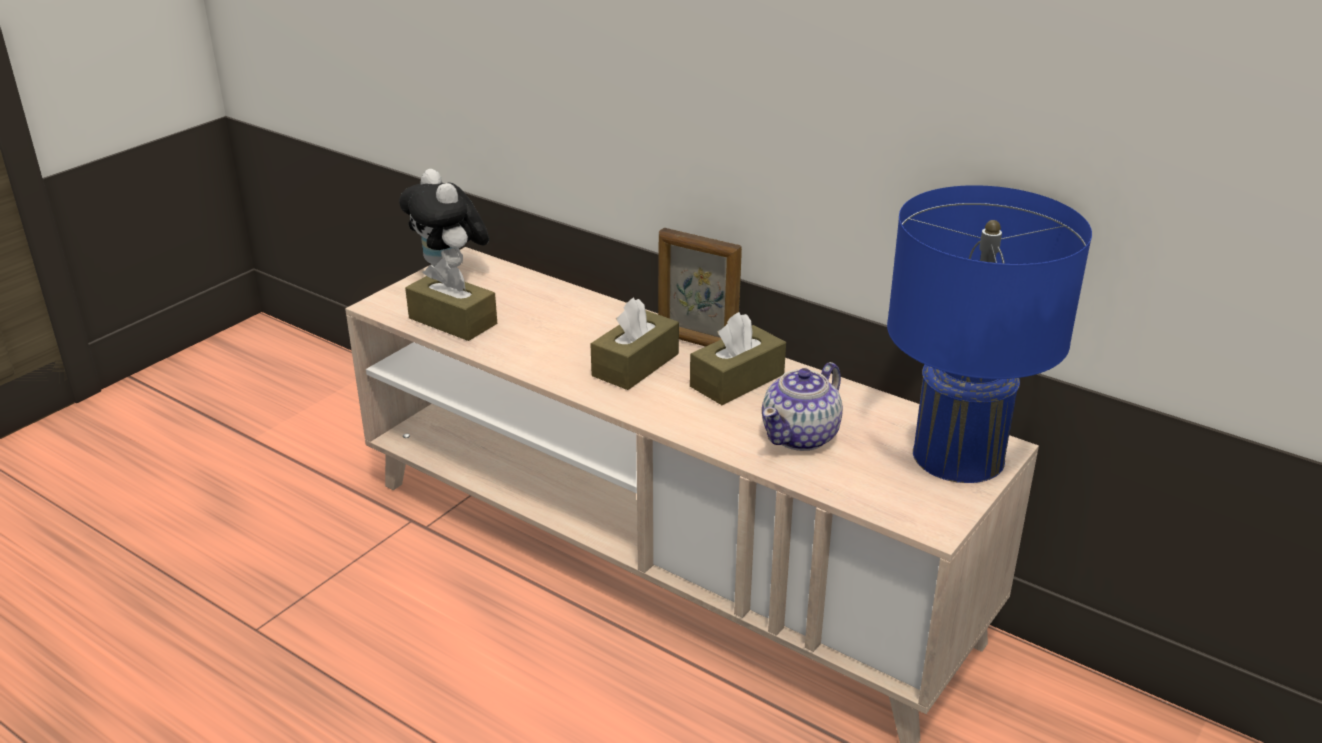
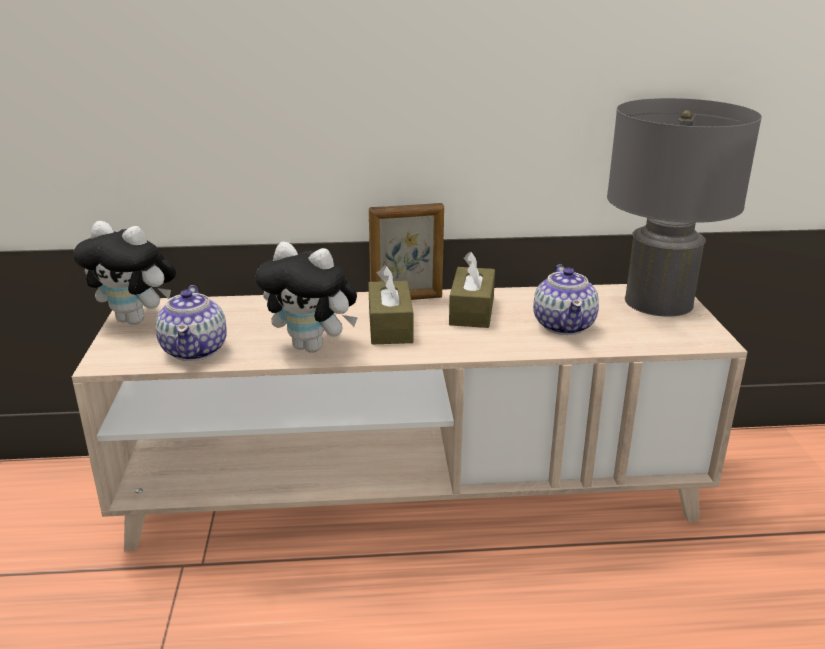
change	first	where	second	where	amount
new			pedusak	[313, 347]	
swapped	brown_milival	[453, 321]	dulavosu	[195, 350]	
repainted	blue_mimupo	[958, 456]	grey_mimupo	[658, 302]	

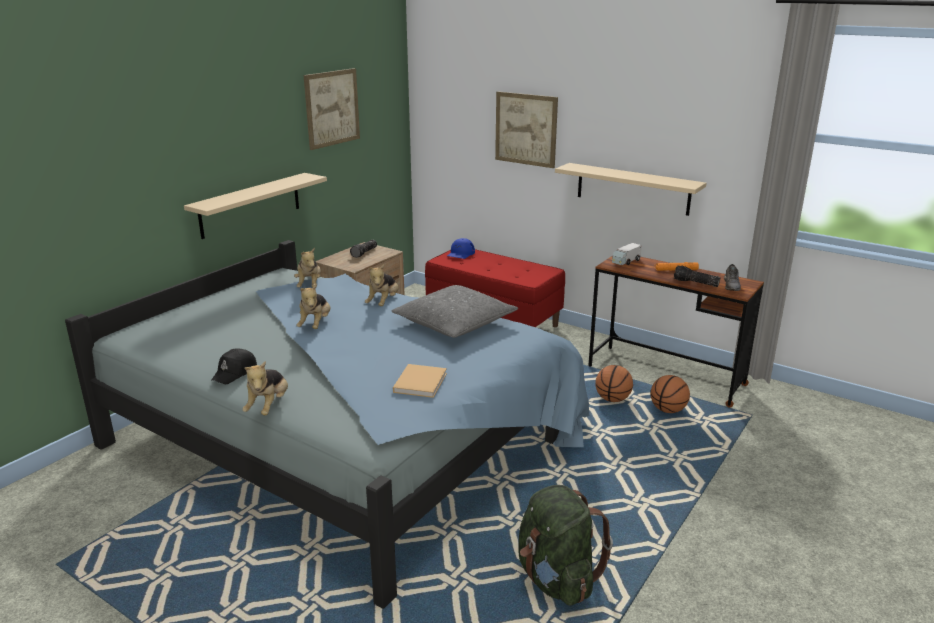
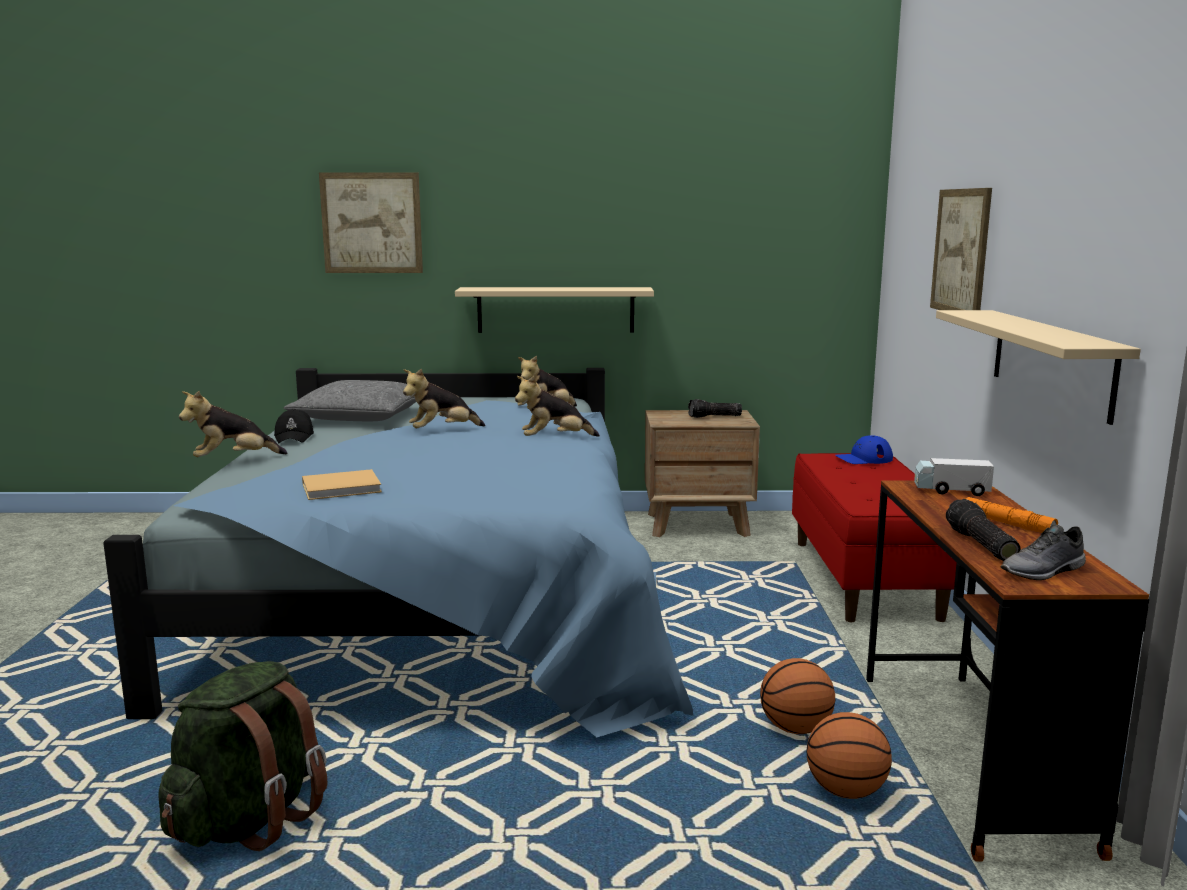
change	first	where	second	where	amount
shifted	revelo	[332, 108]		[371, 223]	
shifted	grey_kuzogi	[454, 323]		[360, 417]	
rotated	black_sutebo	[235, 372]		[295, 437]	90 degrees counterclockwise

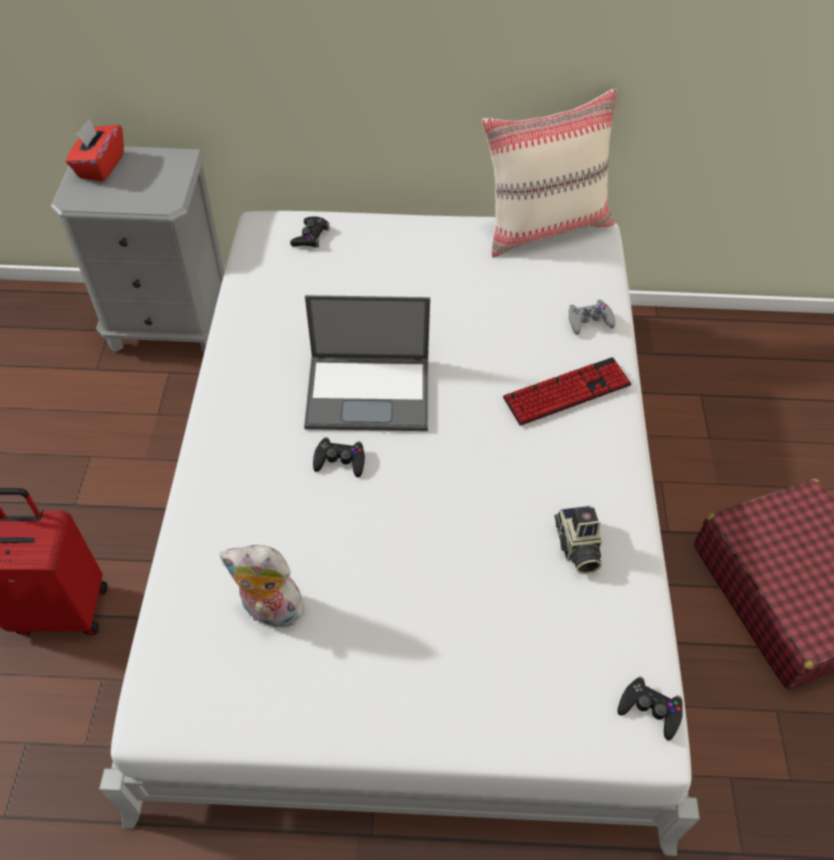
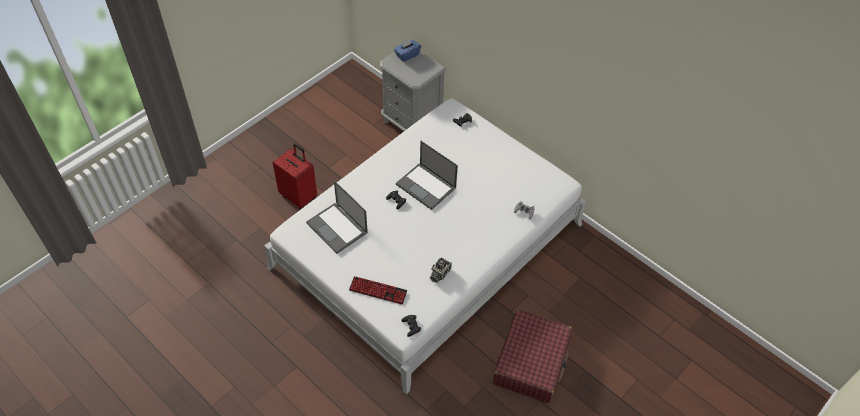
change	first	where	second	where	amount
gone	beige_kuzogi	[544, 227]			
shifted	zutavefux	[567, 392]		[378, 291]	
swapped	pedusak	[270, 611]	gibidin	[337, 228]	
repainted	red_milival	[100, 166]	blue_milival	[407, 55]	

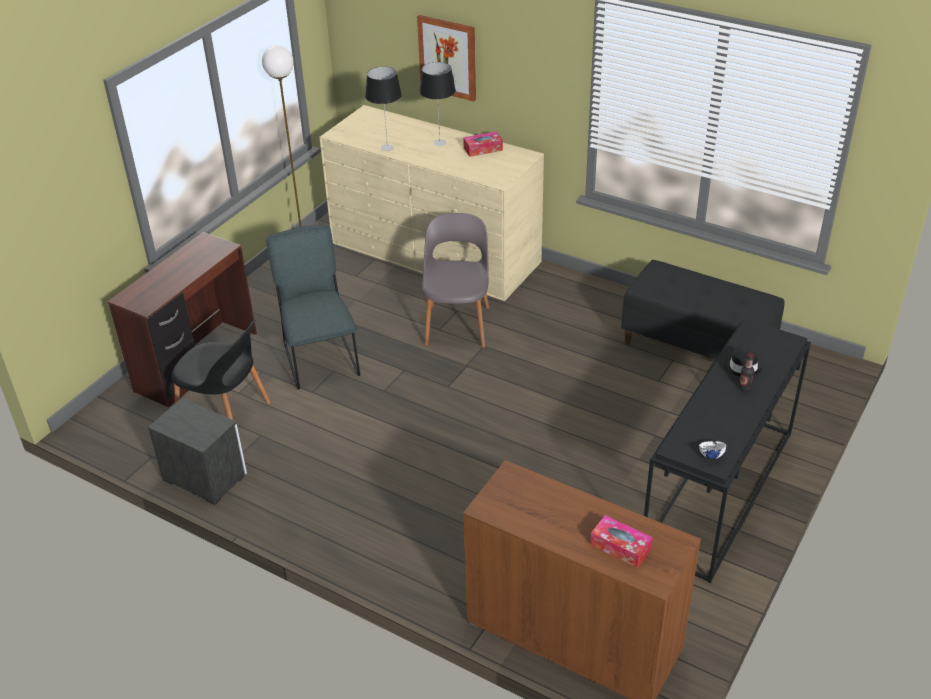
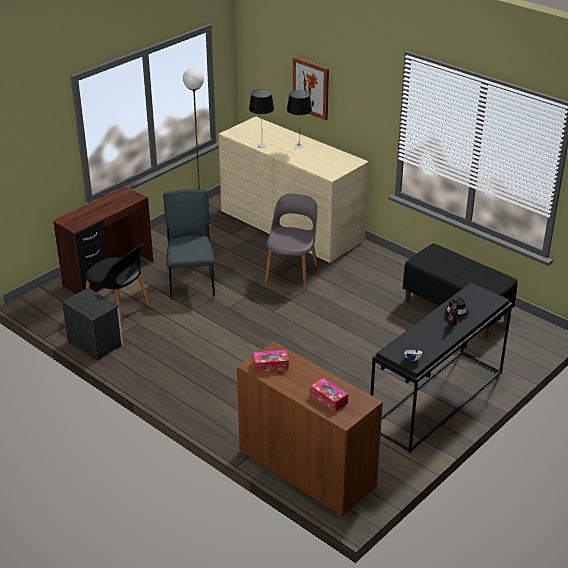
change	first	where	second	where	amount
shifted	milival	[483, 149]		[271, 365]	

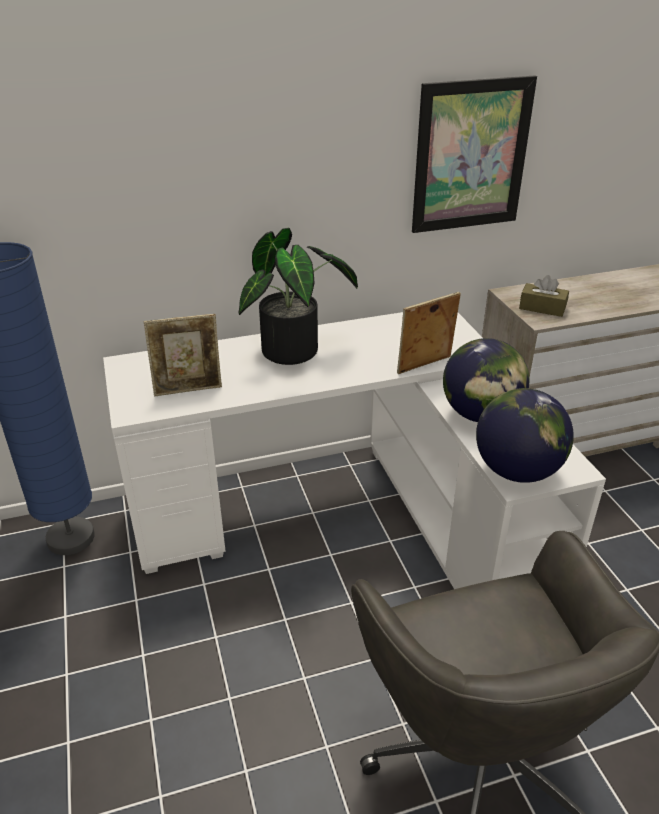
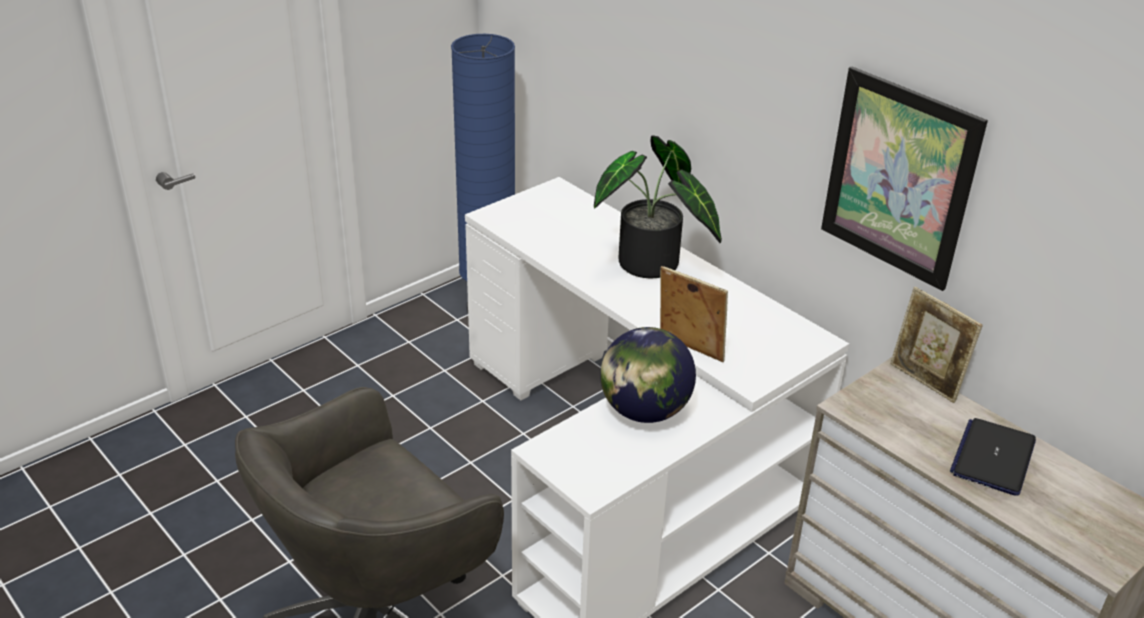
change	first	where	second	where	amount
gone	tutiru	[517, 470]			
gone	brown_milival	[542, 308]			
new			gibidin	[993, 457]	
shifted	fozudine	[188, 389]		[925, 382]	

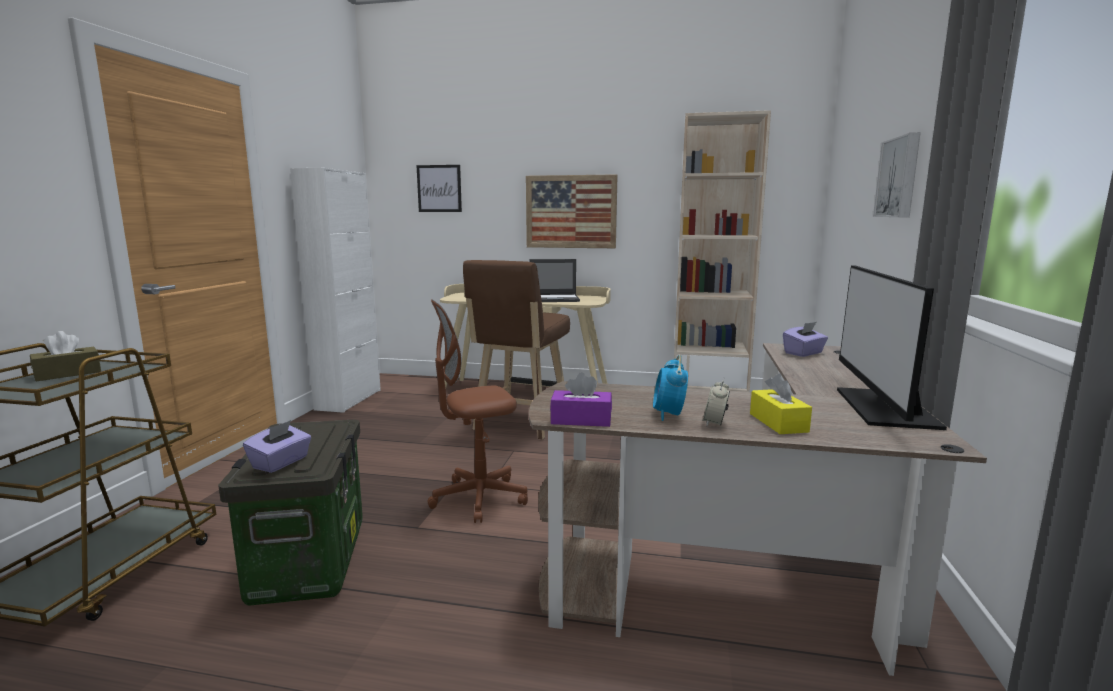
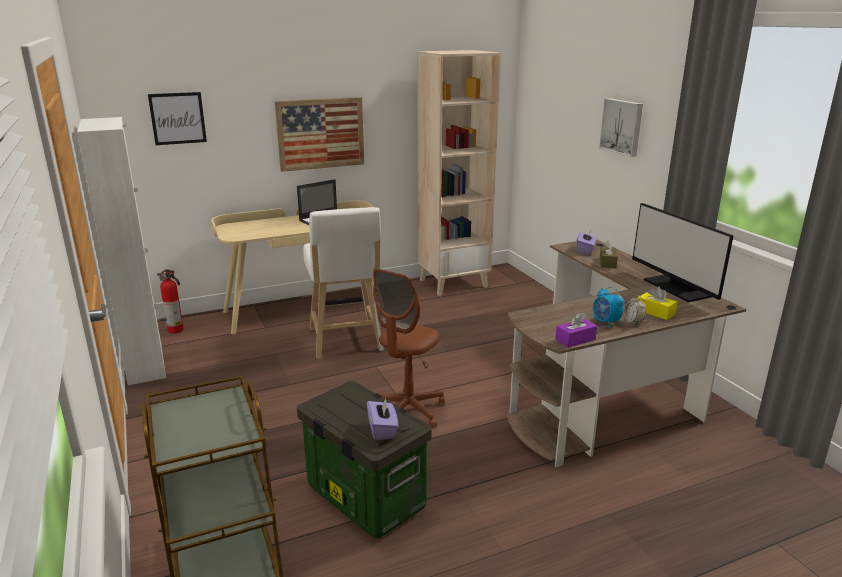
change	first	where	second	where	amount
new			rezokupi	[176, 330]	
shifted	brown_milival	[68, 374]		[607, 263]	
repainted	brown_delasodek	[519, 424]	white_delasodek	[346, 342]	

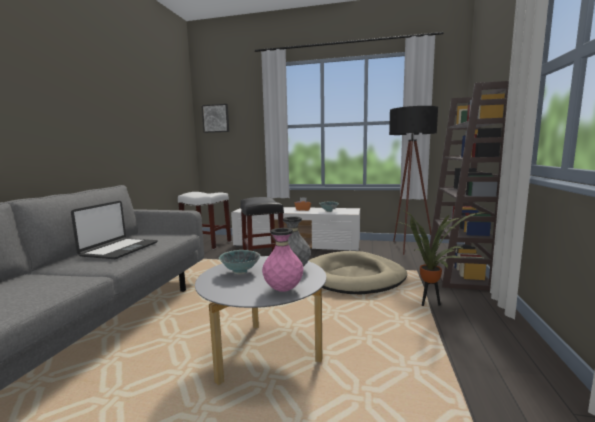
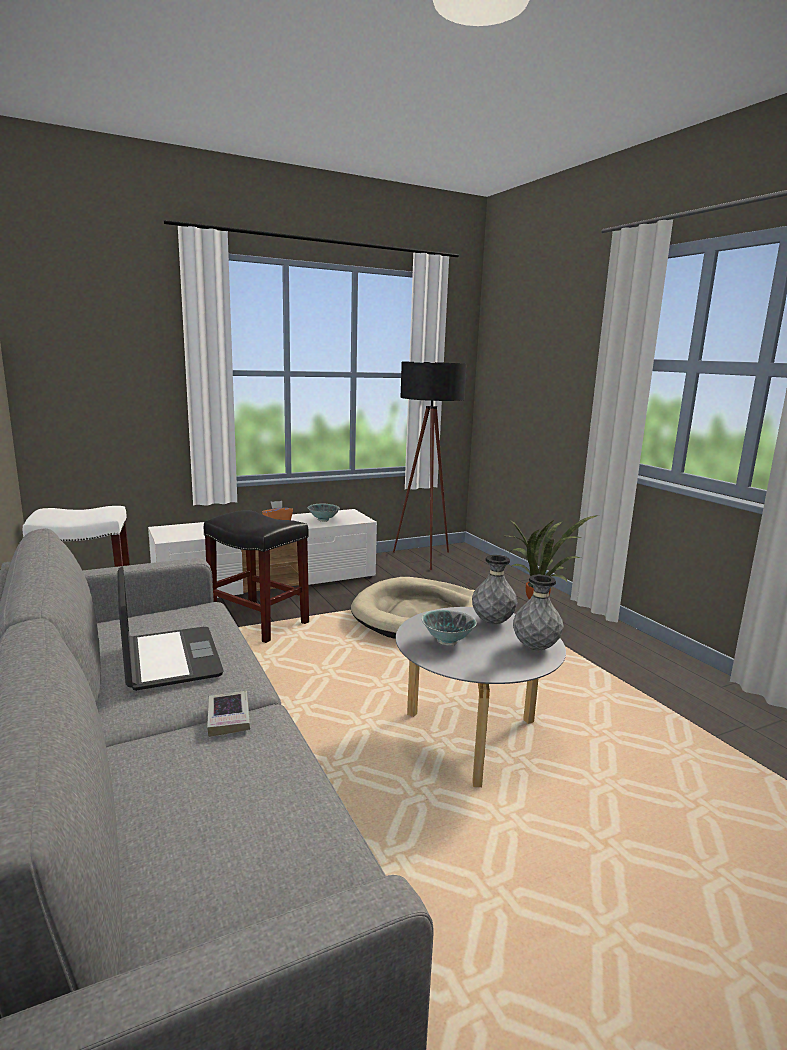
change	first	where	second	where	amount
gone	revelo	[216, 118]			
gone	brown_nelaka	[458, 272]			
new			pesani	[229, 717]	
repainted	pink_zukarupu	[283, 290]	grey_zukarupu	[535, 648]	

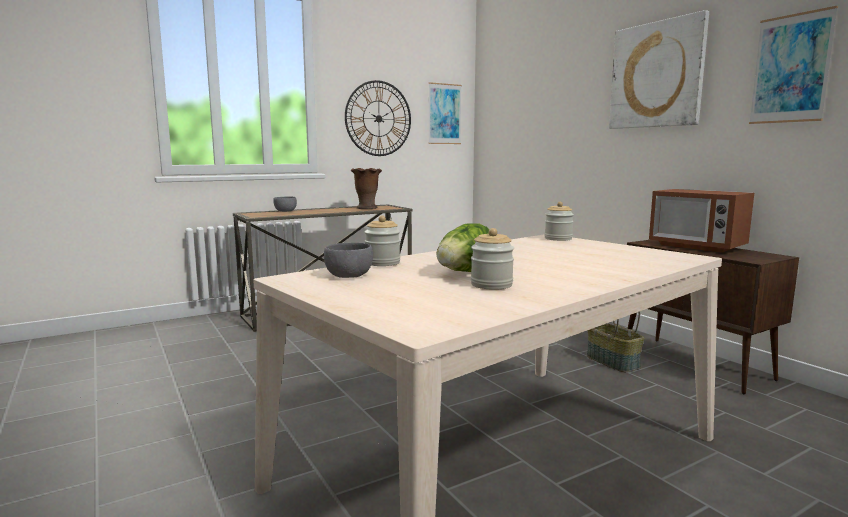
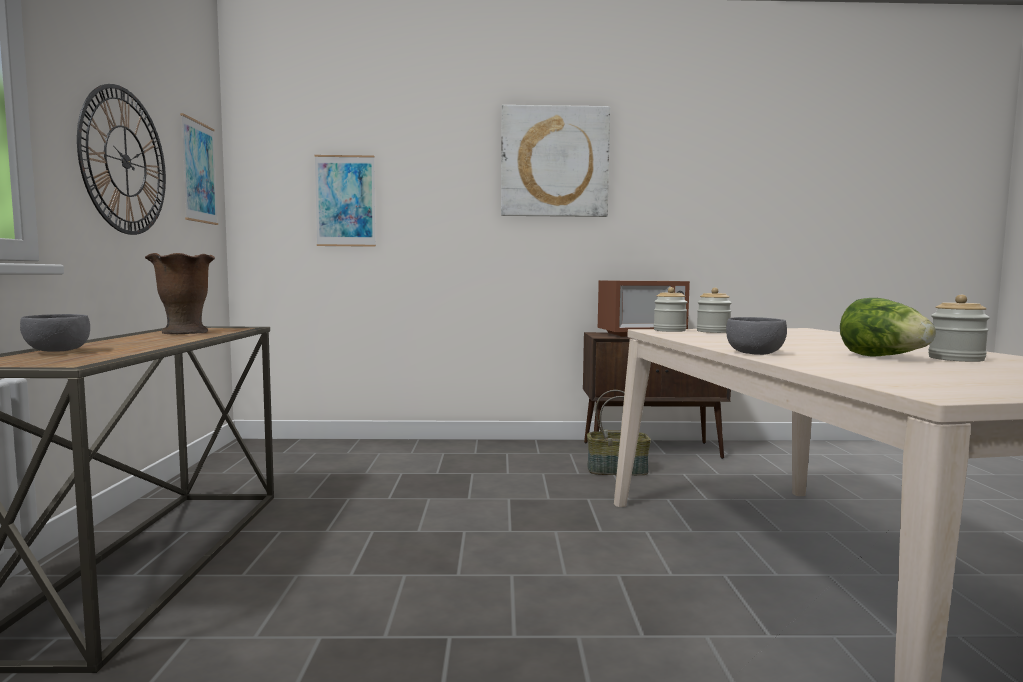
change	first	where	second	where	amount
shifted	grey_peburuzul	[348, 275]		[755, 353]	
shifted	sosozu	[382, 263]		[713, 331]	
shifted	revelo	[791, 69]		[345, 201]	

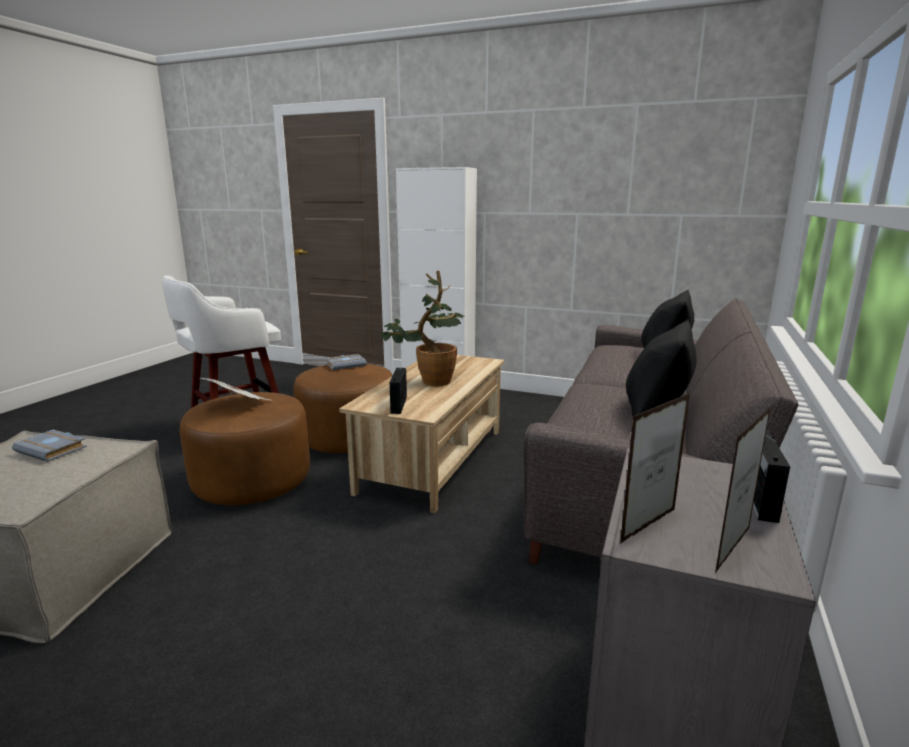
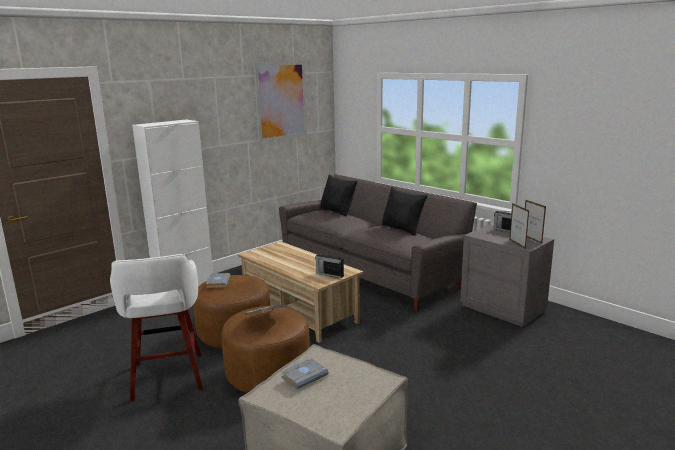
change	first	where	second	where	amount
gone	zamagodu	[429, 382]			
new			revelo	[281, 101]	

